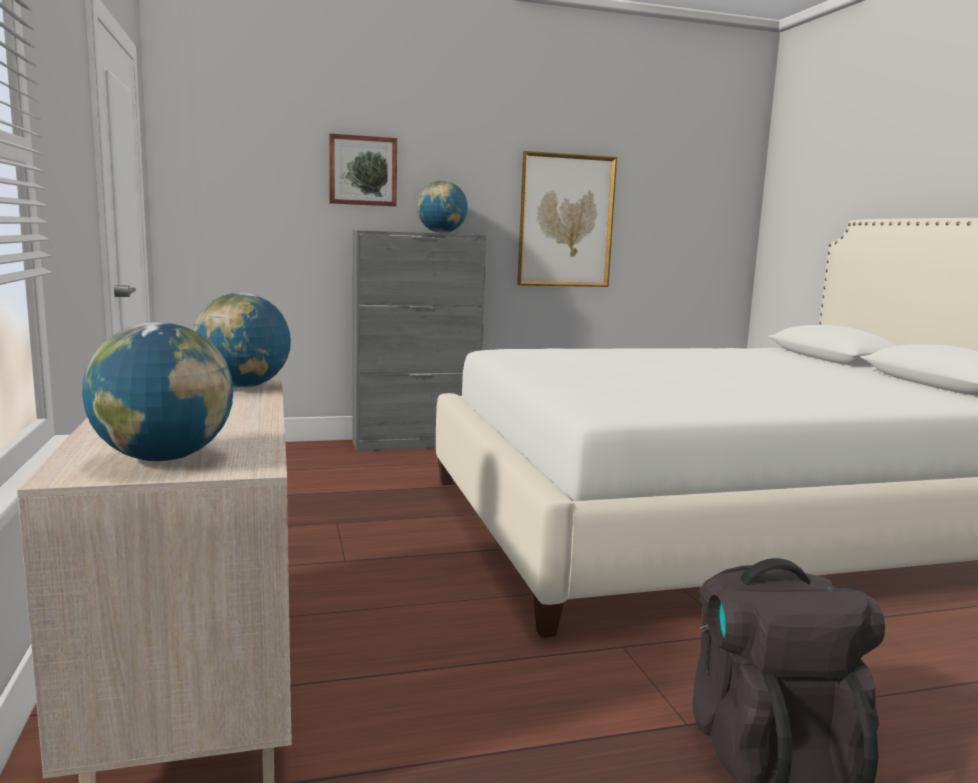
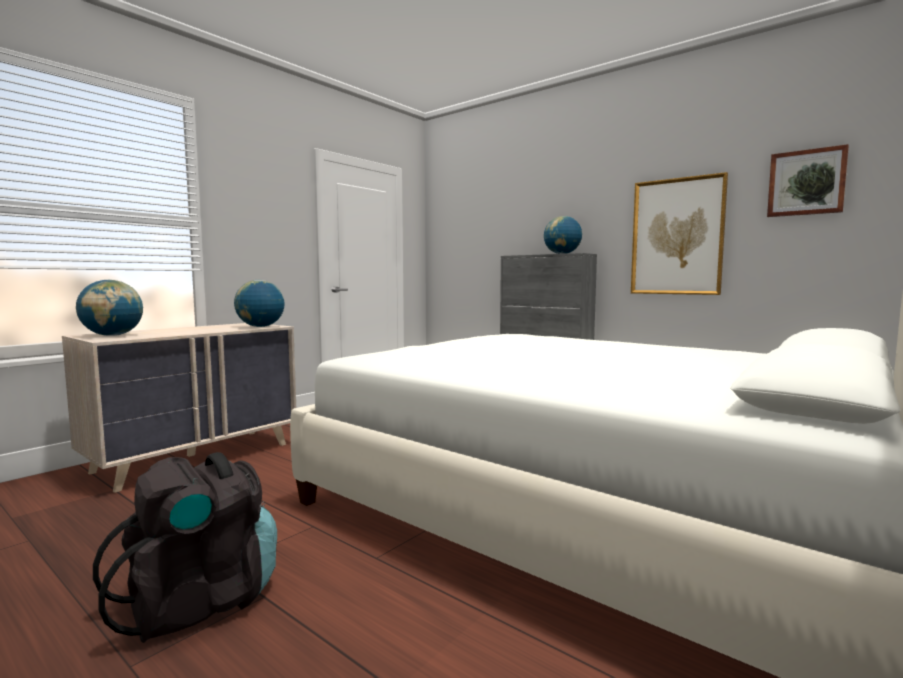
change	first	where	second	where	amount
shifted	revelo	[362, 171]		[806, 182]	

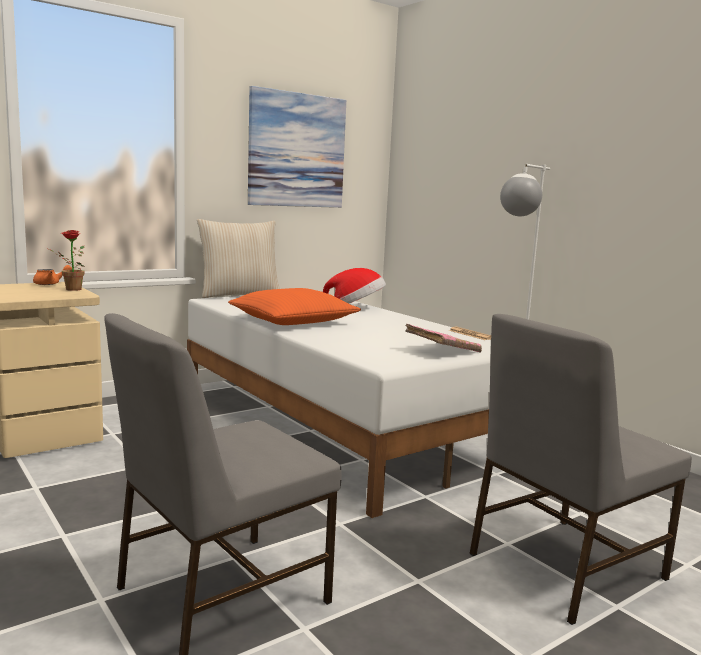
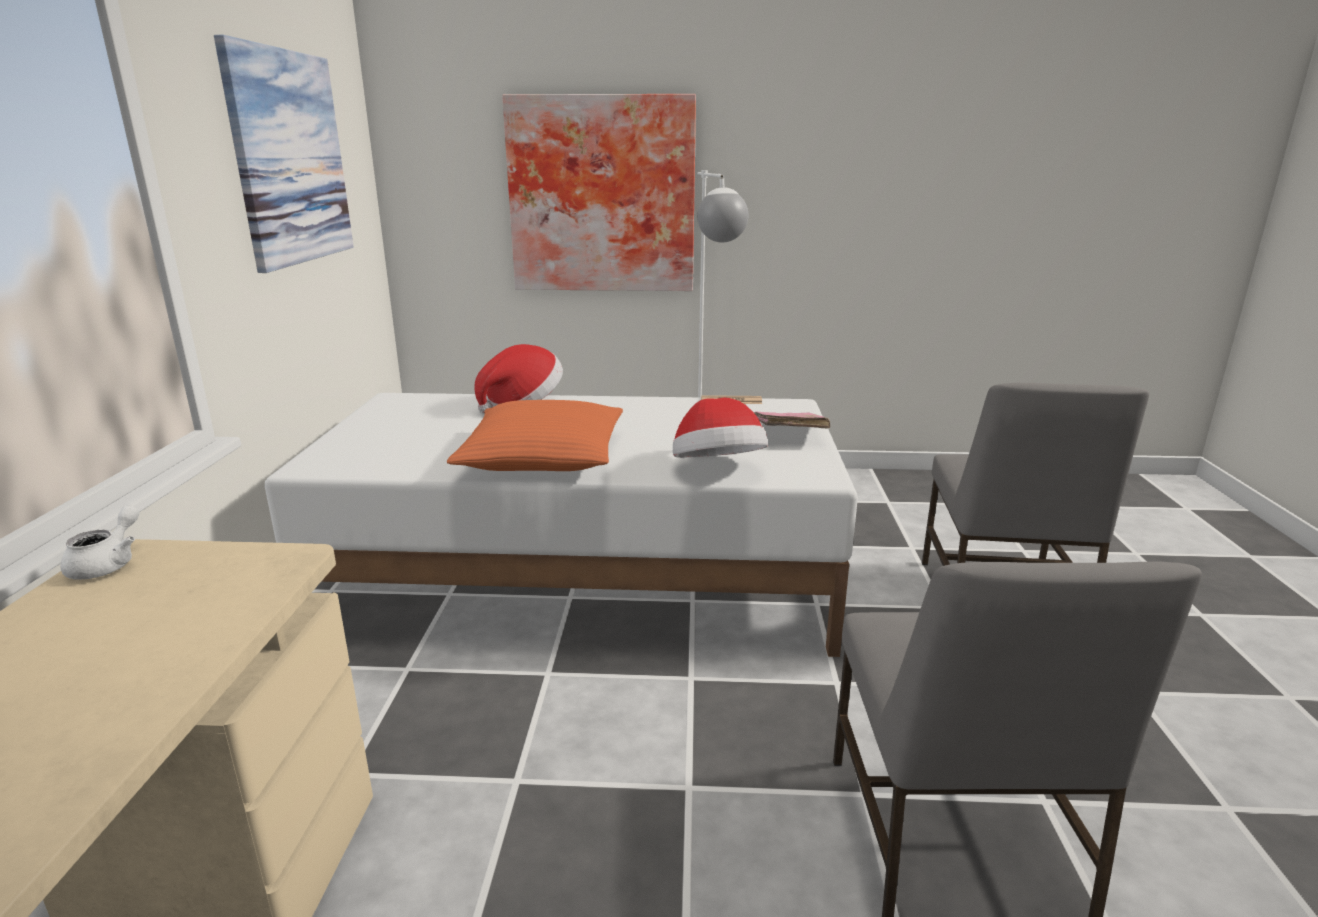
change	first	where	second	where	amount
gone	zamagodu	[70, 289]			
gone	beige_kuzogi	[239, 295]			
new			revelo	[602, 195]	
new			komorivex	[717, 469]	
repainted	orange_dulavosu	[50, 284]	white_dulavosu	[108, 564]	

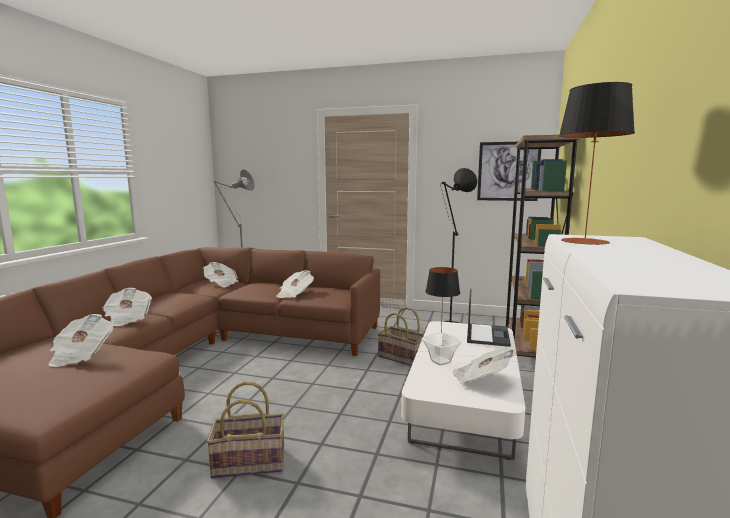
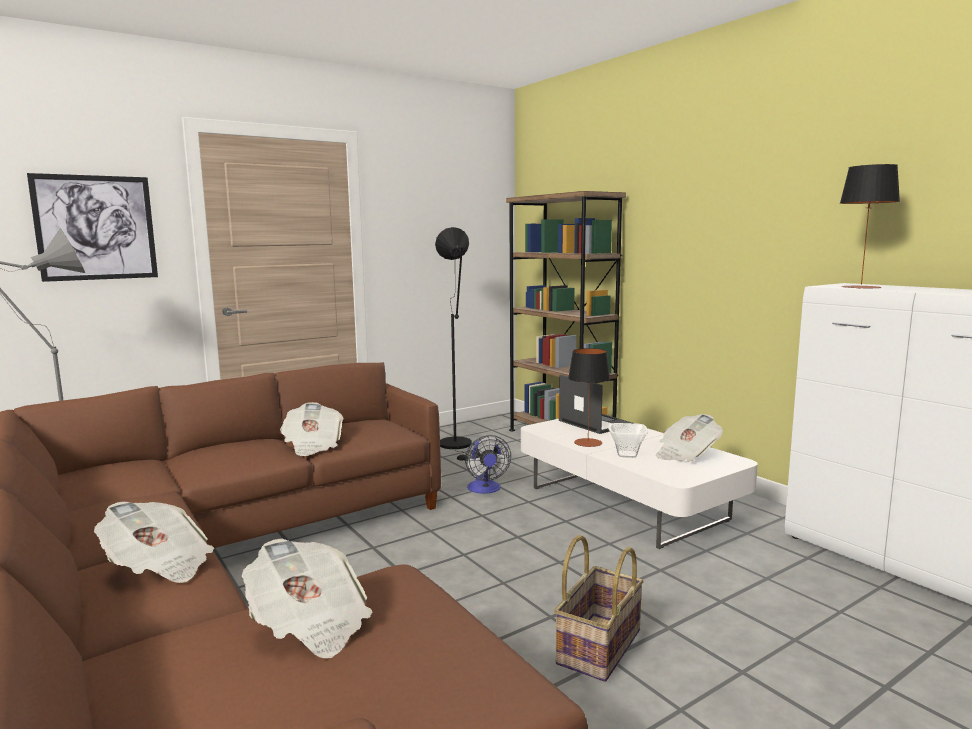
change	first	where	second	where	amount
gone	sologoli	[221, 283]			
shifted	revelo	[508, 171]		[96, 228]	
swapped	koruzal	[402, 357]	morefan	[485, 489]	

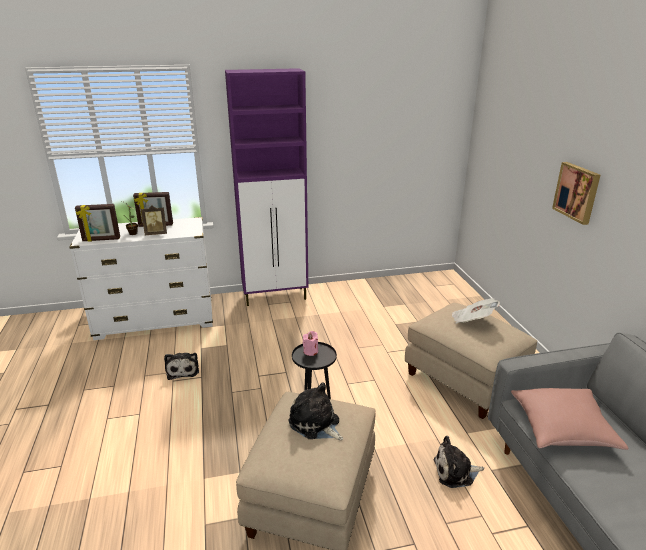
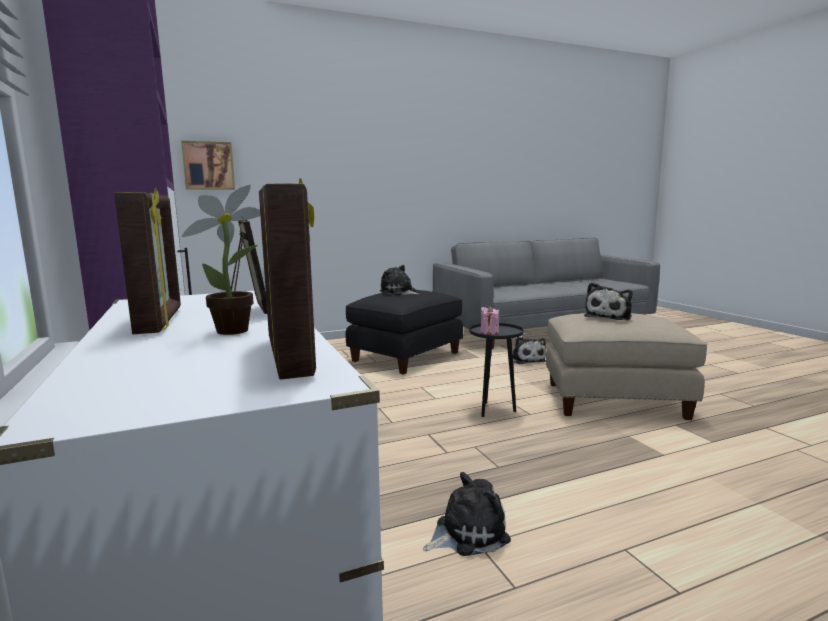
change	first	where	second	where	amount
gone	pink_kuzogi	[562, 429]			
shifted	revelo	[577, 192]		[208, 166]	
swapped	sologoli	[472, 320]	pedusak	[399, 292]	
repainted	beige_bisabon	[463, 381]	black_bisabon	[406, 357]	

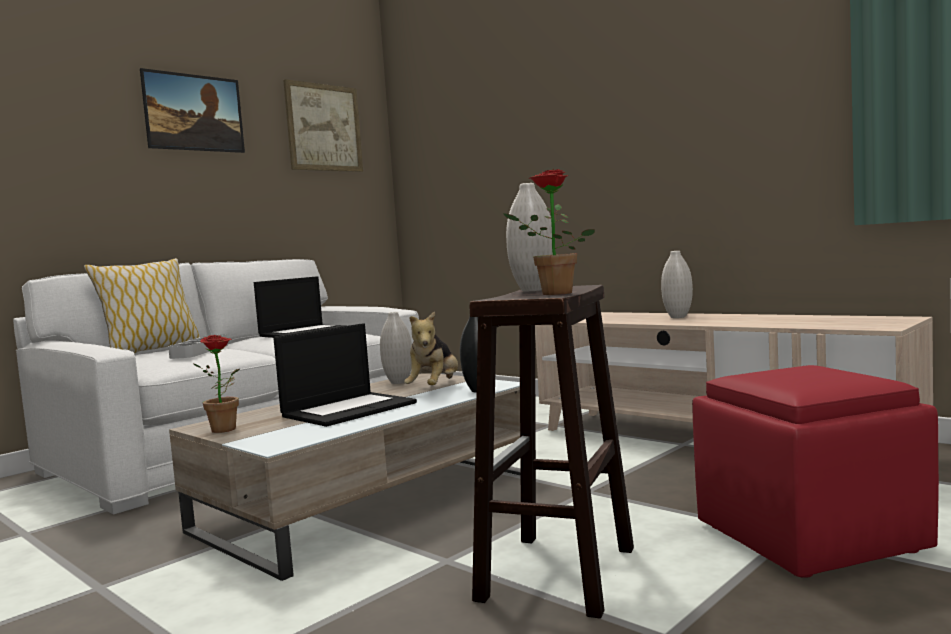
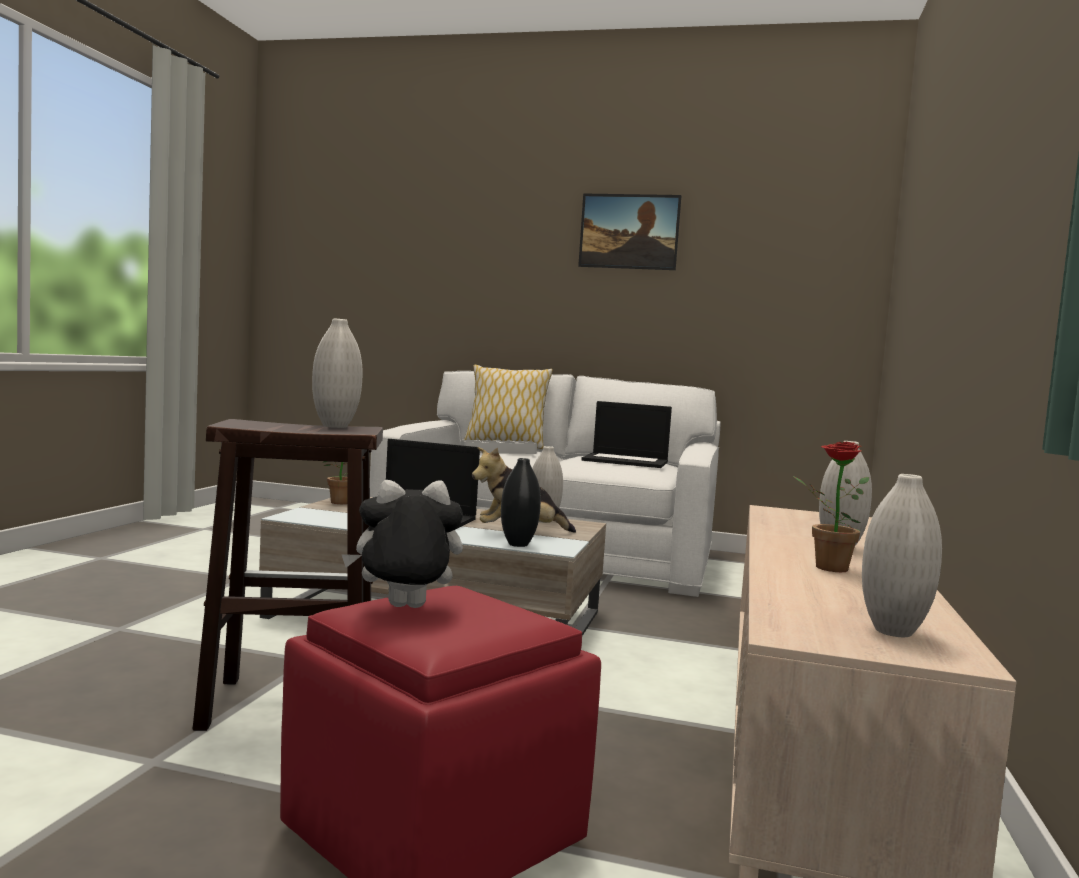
change	first	where	second	where	amount
gone	revelo	[324, 128]			
new			pedusak	[403, 609]	
new			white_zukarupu	[893, 632]	
shifted	zamagodu	[551, 294]		[824, 567]	

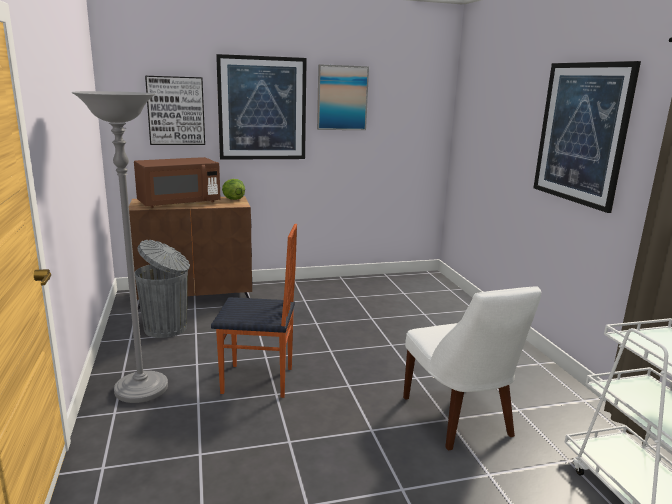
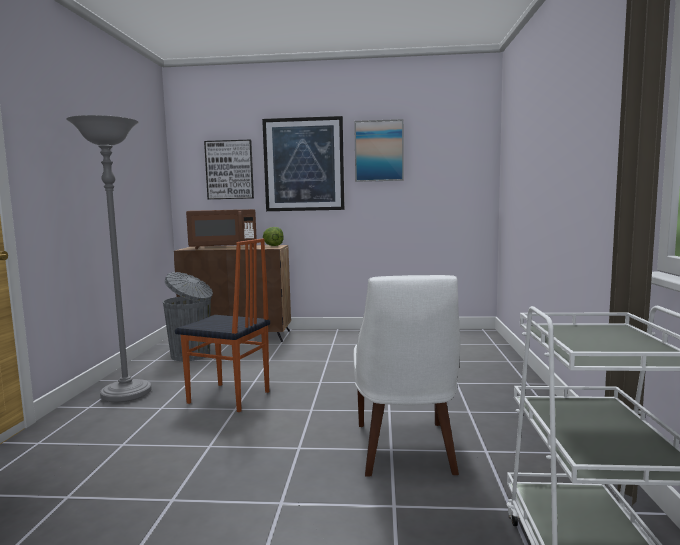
change	first	where	second	where	amount
gone	revelo	[581, 133]			

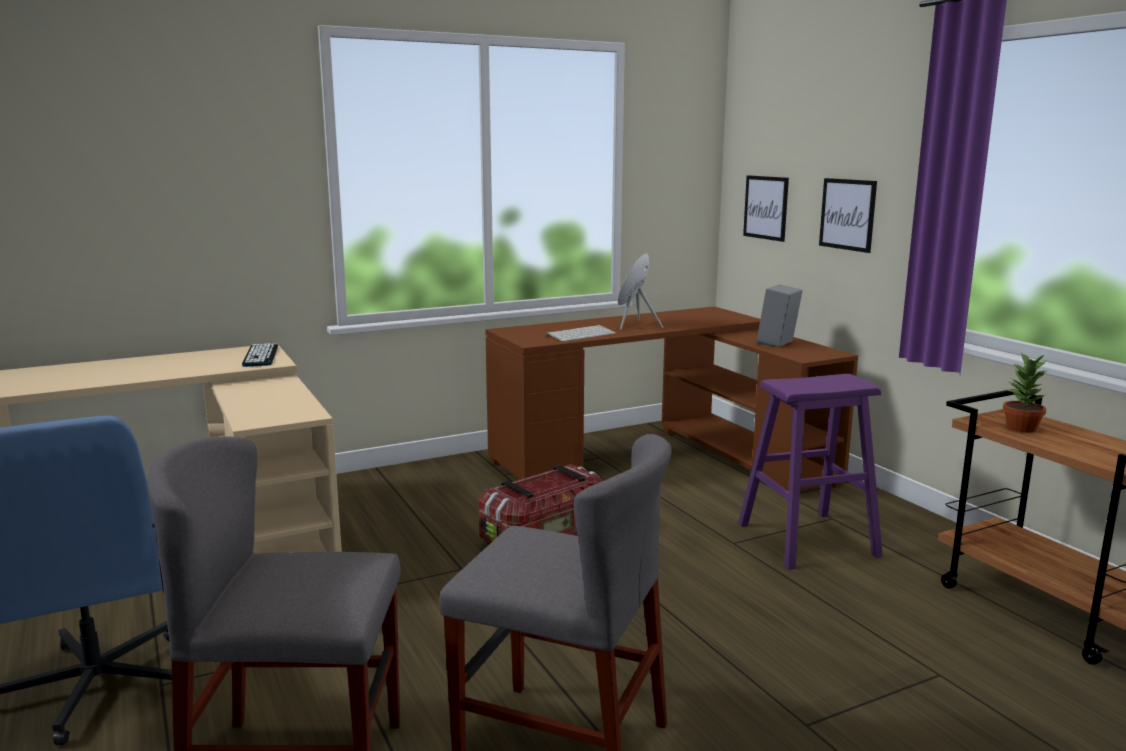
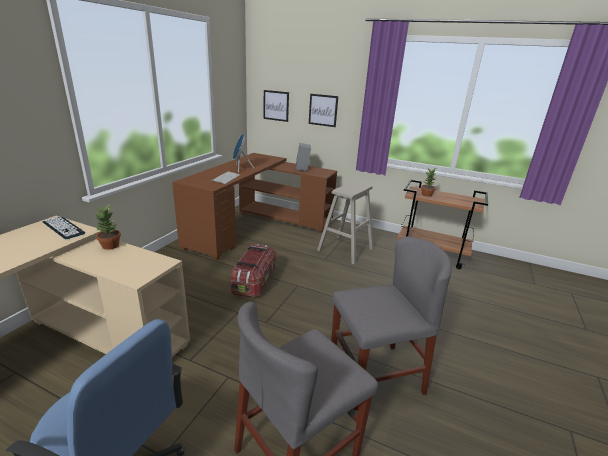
change	first	where	second	where	amount
new			zamagodu	[111, 246]	
repainted	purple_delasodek	[807, 539]	beige_delasodek	[345, 249]	

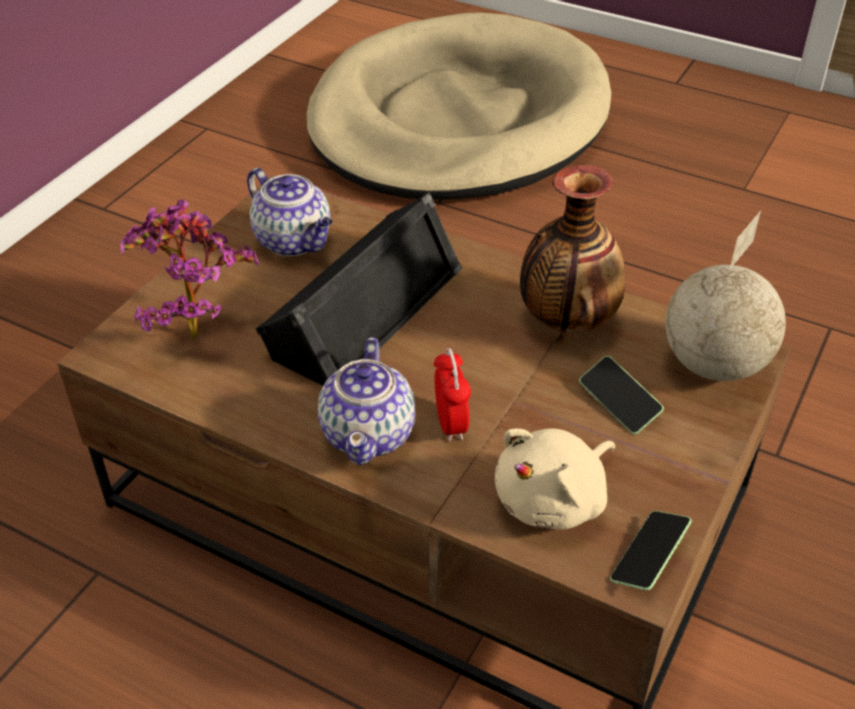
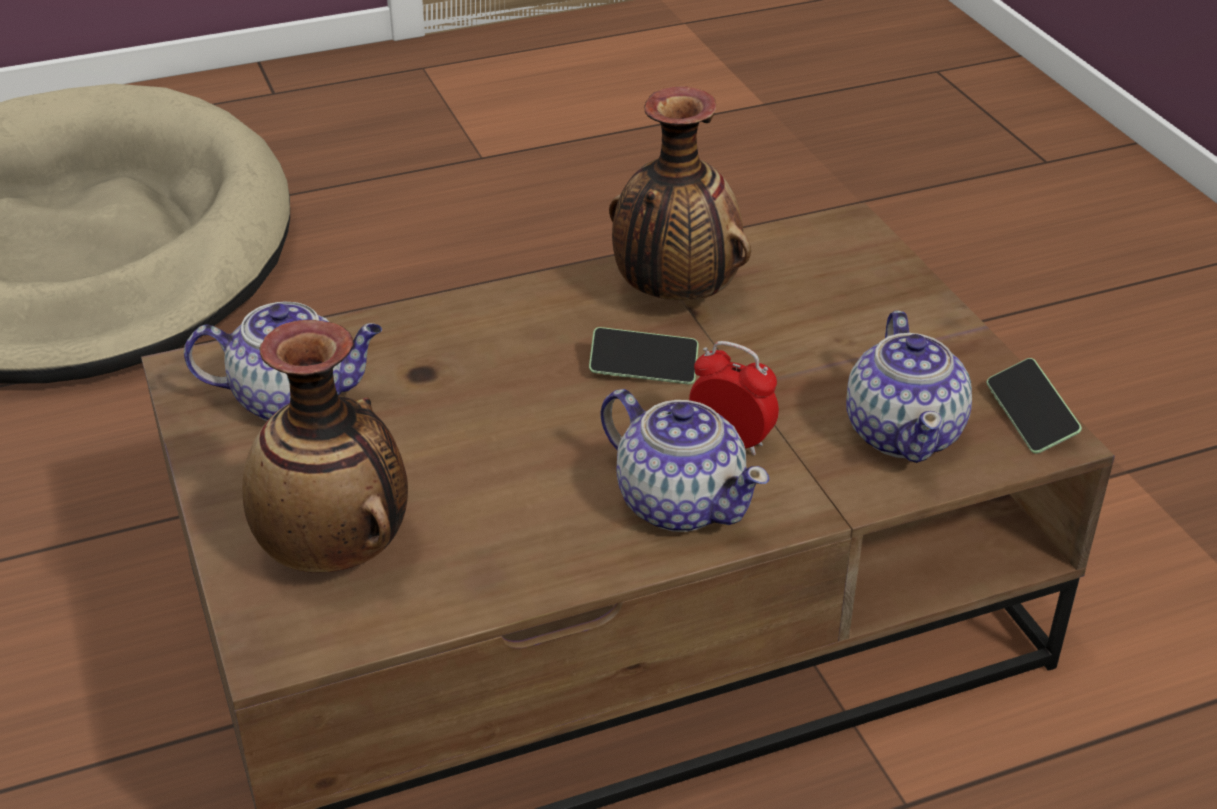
change	first	where	second	where	amount
gone	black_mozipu	[362, 308]			
gone	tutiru	[715, 364]			
shifted	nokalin	[618, 403]		[643, 368]	
swapped	zamagodu	[193, 328]	zukarupu	[336, 551]	
swapped	beige_pedusak	[554, 500]	dulavosu	[904, 432]	

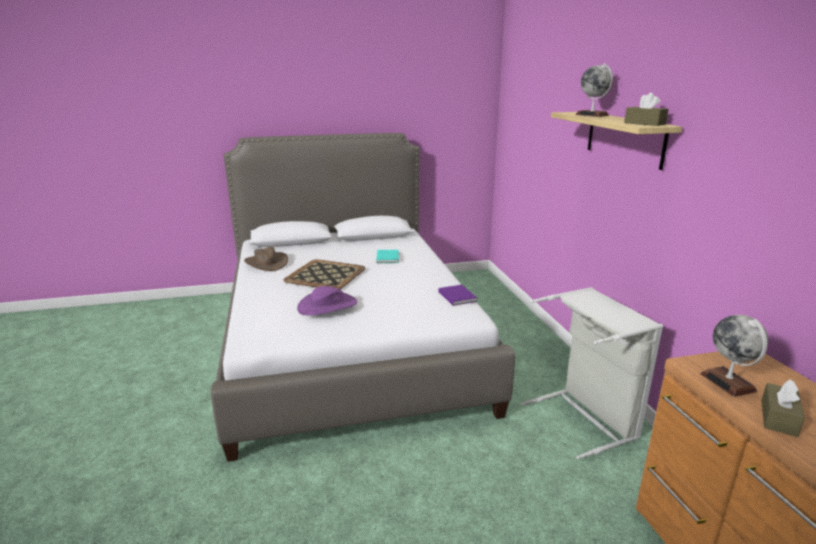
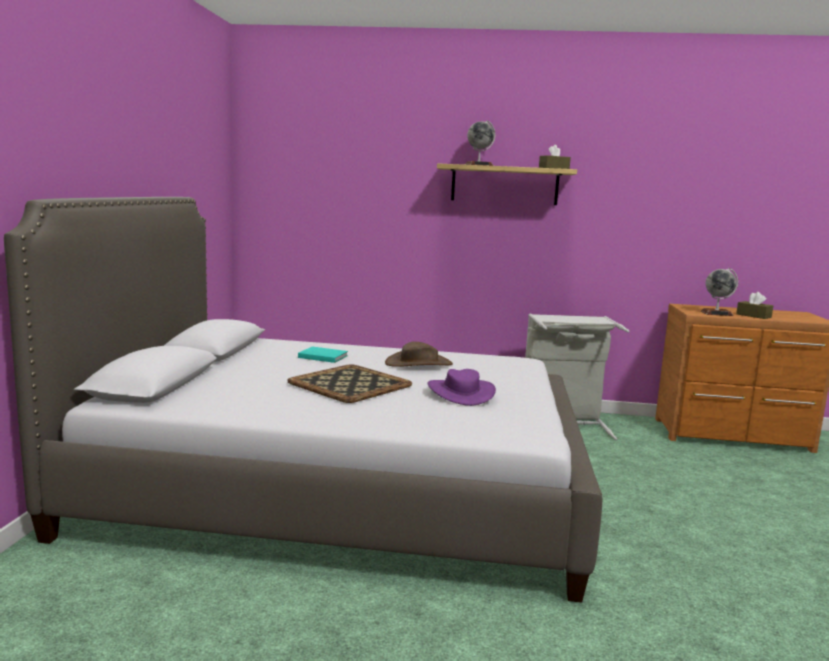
change	first	where	second	where	amount
gone	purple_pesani	[457, 296]			
shifted	brown_komorivex	[266, 263]		[418, 364]	

